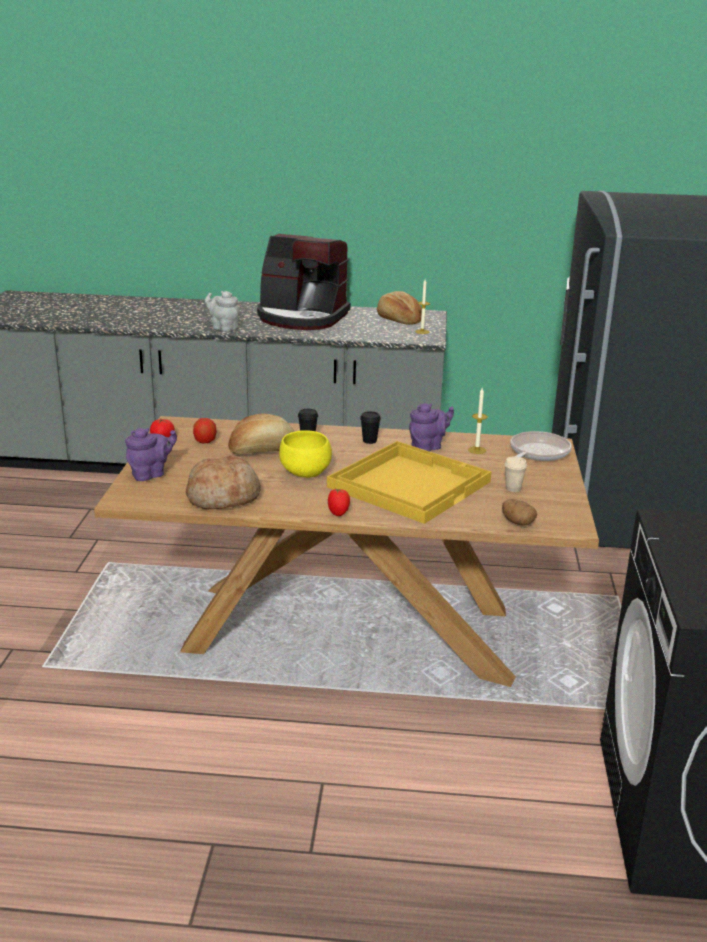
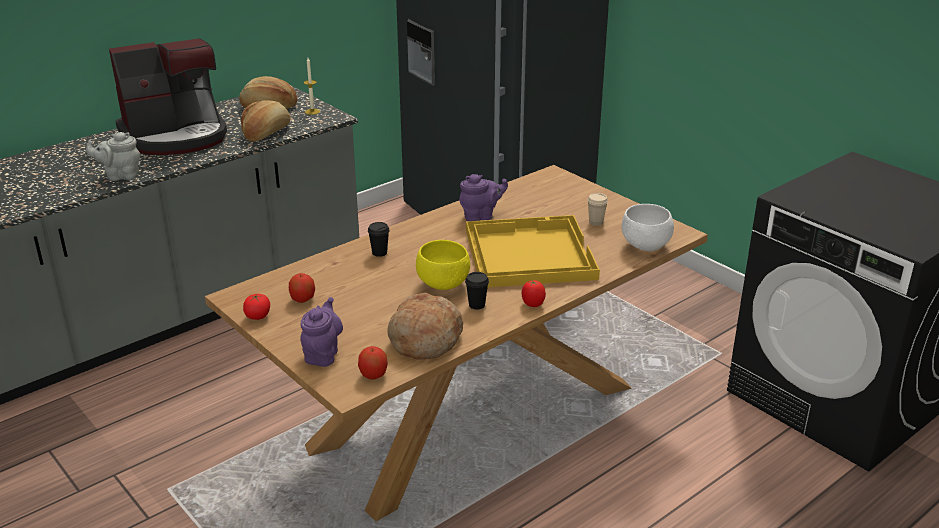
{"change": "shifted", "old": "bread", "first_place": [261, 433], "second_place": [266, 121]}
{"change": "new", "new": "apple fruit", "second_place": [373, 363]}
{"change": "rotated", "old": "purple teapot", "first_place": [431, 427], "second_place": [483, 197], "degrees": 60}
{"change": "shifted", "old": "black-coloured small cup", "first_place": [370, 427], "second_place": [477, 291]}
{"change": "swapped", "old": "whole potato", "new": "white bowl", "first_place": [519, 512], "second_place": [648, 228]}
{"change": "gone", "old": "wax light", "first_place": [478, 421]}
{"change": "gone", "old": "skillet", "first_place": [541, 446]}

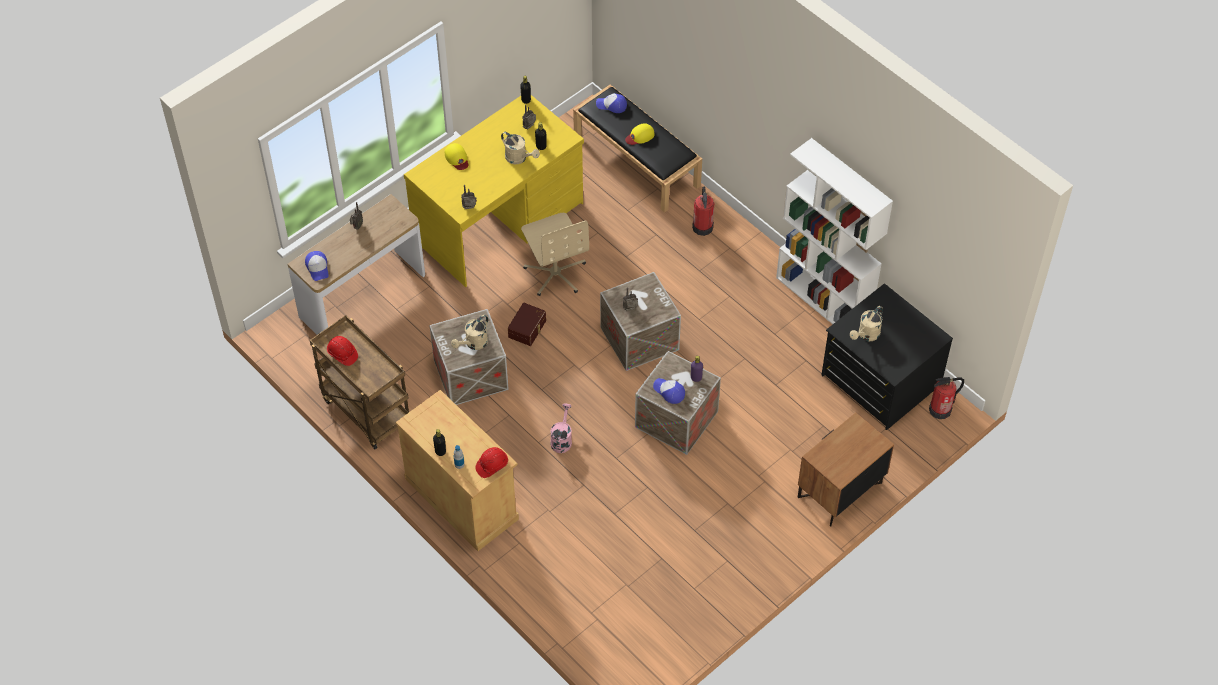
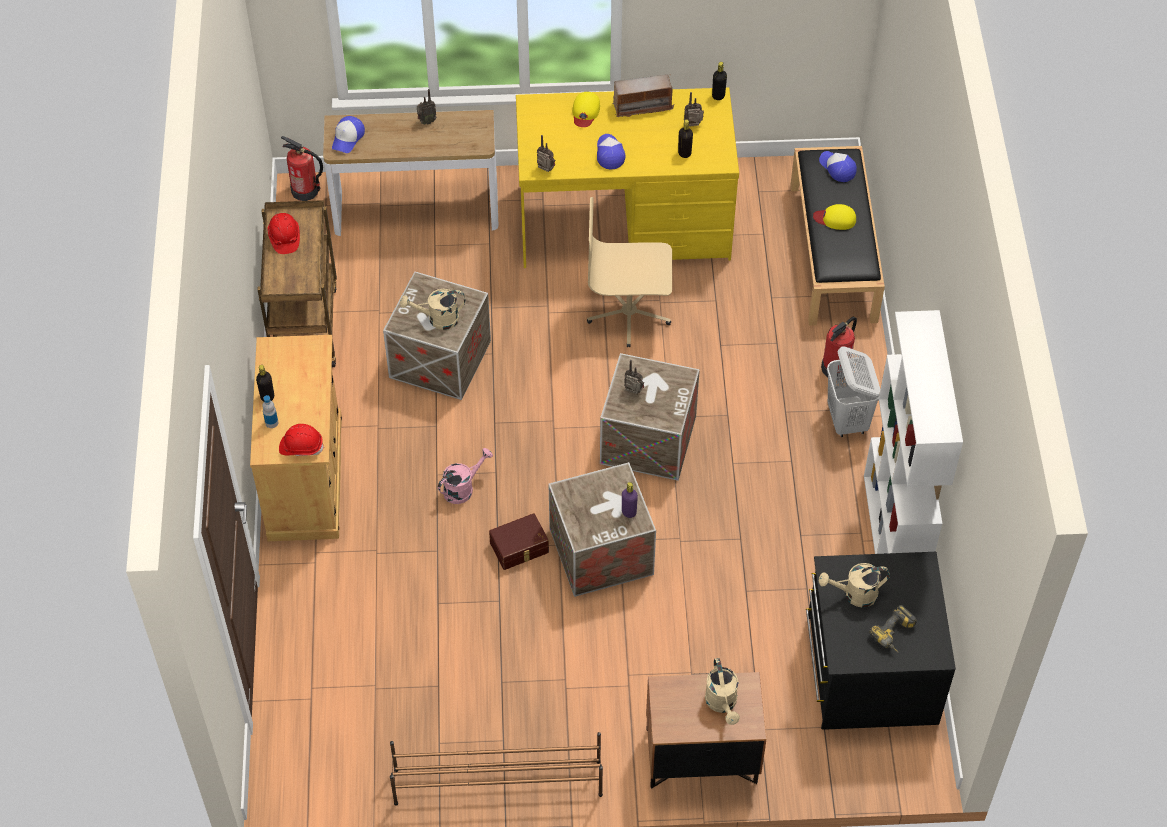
{"change": "shifted", "old": "extinguisher", "first_place": [946, 398], "second_place": [302, 168]}
{"change": "new", "new": "brown shoe shelf", "second_place": [496, 769]}
{"change": "shifted", "old": "brown storage box", "first_place": [527, 324], "second_place": [519, 541]}
{"change": "rotated", "old": "beige computer chair", "first_place": [555, 254], "second_place": [629, 272], "degrees": 75}
{"change": "shifted", "old": "baseball cap", "first_place": [669, 391], "second_place": [611, 151]}
{"change": "new", "new": "radio receiver", "second_place": [643, 96]}
{"change": "shifted", "old": "beige sprinkling can", "first_place": [520, 148], "second_place": [722, 691]}
{"change": "new", "new": "white hamper", "second_place": [853, 391]}
{"change": "new", "new": "power drill", "second_place": [893, 629]}

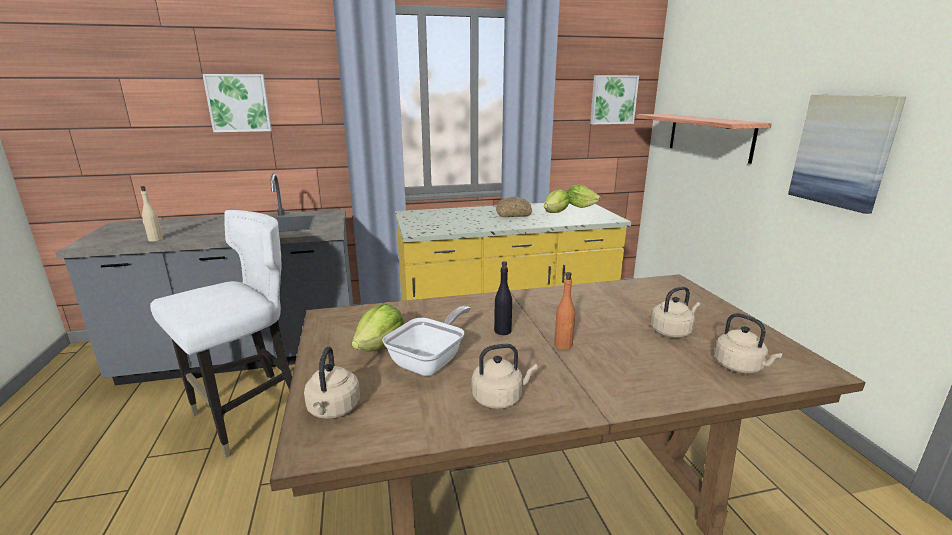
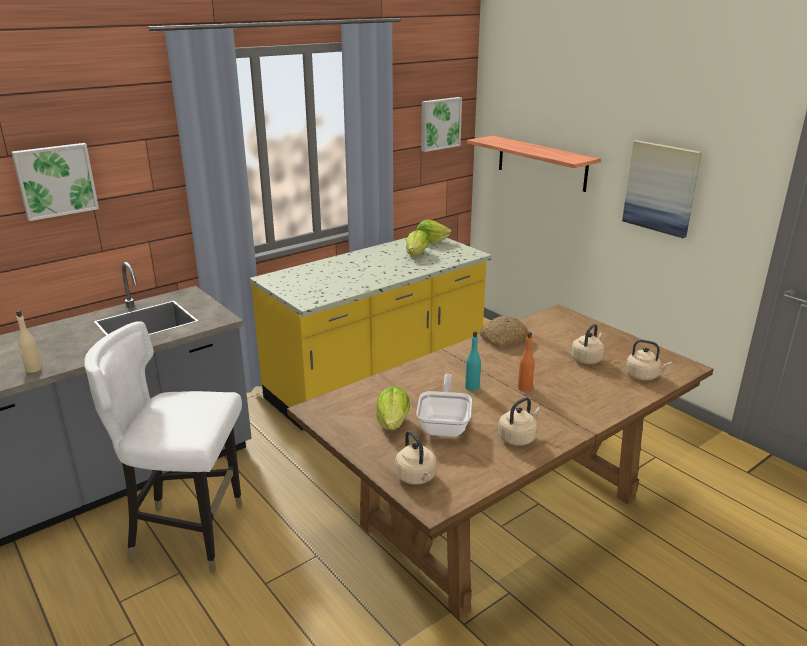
{"change": "rotated", "old": "white chair", "first_place": [221, 334], "second_place": [163, 447], "degrees": -105}
{"change": "repainted", "old": "black-coloured drink bottle", "new": "turquoise drink bottle", "first_place": [503, 298], "second_place": [473, 361]}
{"change": "shifted", "old": "bread", "first_place": [514, 207], "second_place": [504, 332]}

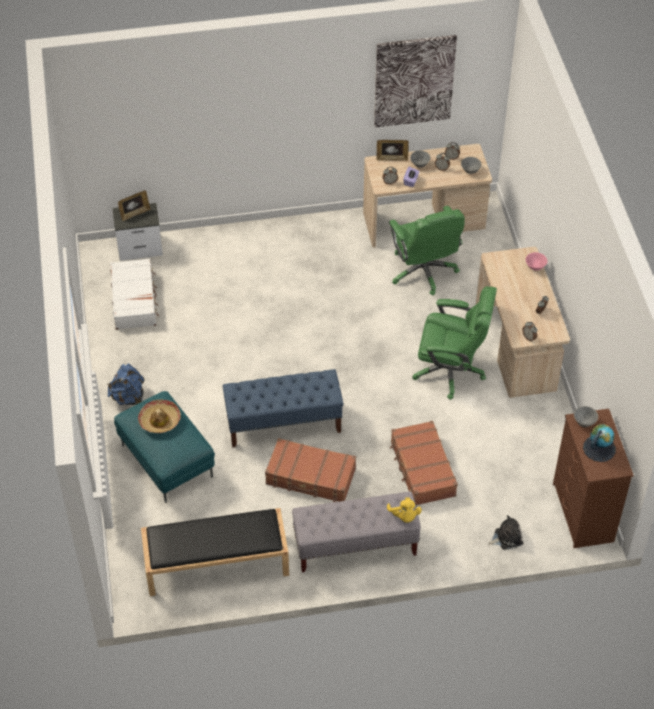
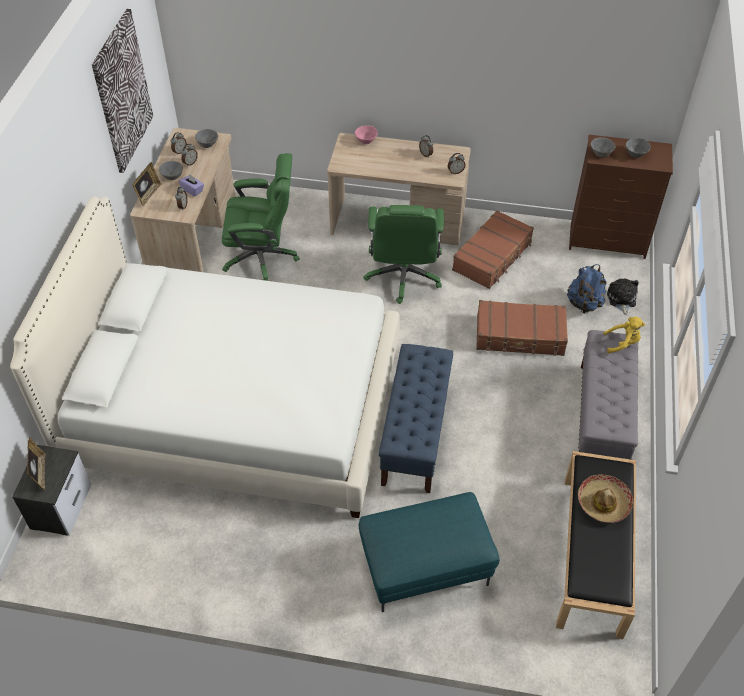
{"change": "new", "new": "white sleeping bed", "second_place": [205, 357]}
{"change": "rotated", "old": "green computer chair", "first_place": [454, 343], "second_place": [403, 254], "degrees": 150}
{"change": "shifted", "old": "brown piece of luggage", "first_place": [310, 470], "second_place": [493, 249]}
{"change": "shifted", "old": "blue backpack", "first_place": [126, 384], "second_place": [587, 289]}
{"change": "shifted", "old": "wearable hat", "first_place": [159, 416], "second_place": [605, 499]}
{"change": "swapped", "old": "world globe", "new": "grey bowl", "first_place": [599, 443], "second_place": [638, 148]}
{"change": "gone", "old": "white piece of luggage", "first_place": [134, 294]}

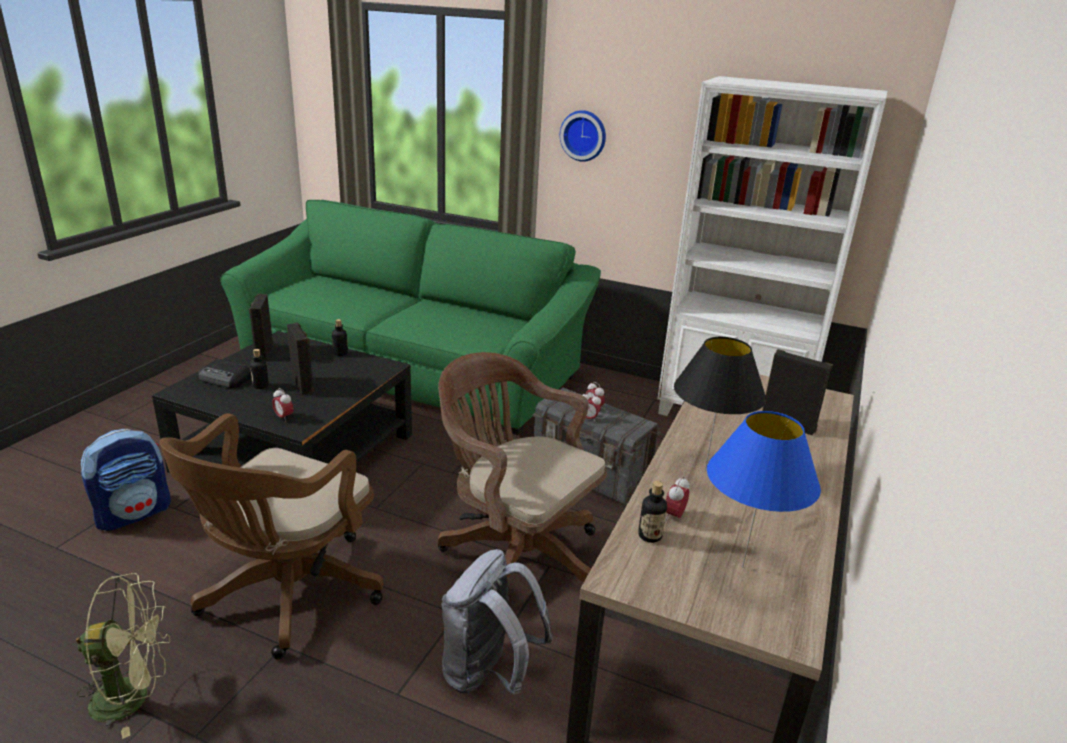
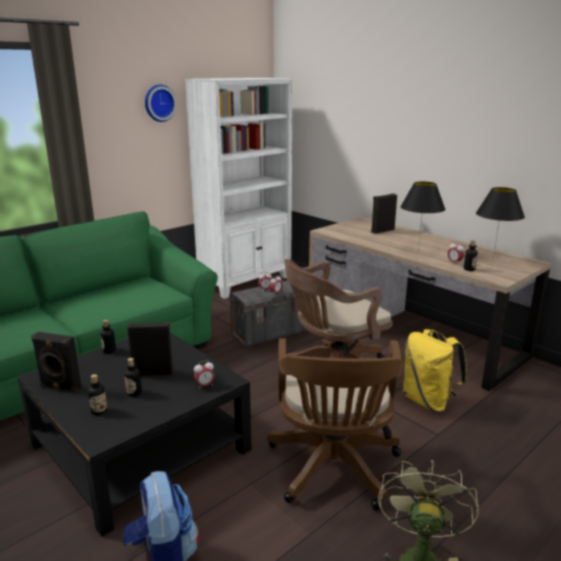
{"change": "swapped", "old": "radio receiver", "new": "drink bottle", "first_place": [224, 373], "second_place": [97, 394]}
{"change": "shifted", "old": "clock on the wall", "first_place": [583, 136], "second_place": [161, 103]}
{"change": "rotated", "old": "brown computer chair", "first_place": [271, 536], "second_place": [335, 424], "degrees": 45}
{"change": "repainted", "old": "grey backpack", "new": "yellowish backpack", "first_place": [497, 622], "second_place": [435, 370]}
{"change": "repainted", "old": "blue lamp for a table", "new": "black-coloured lamp for a table", "first_place": [764, 489], "second_place": [500, 223]}

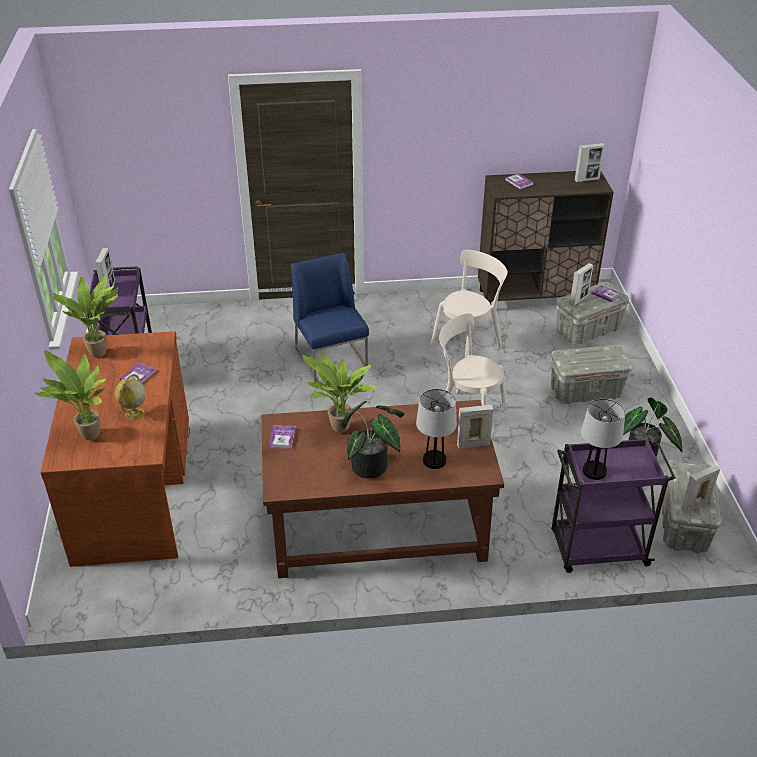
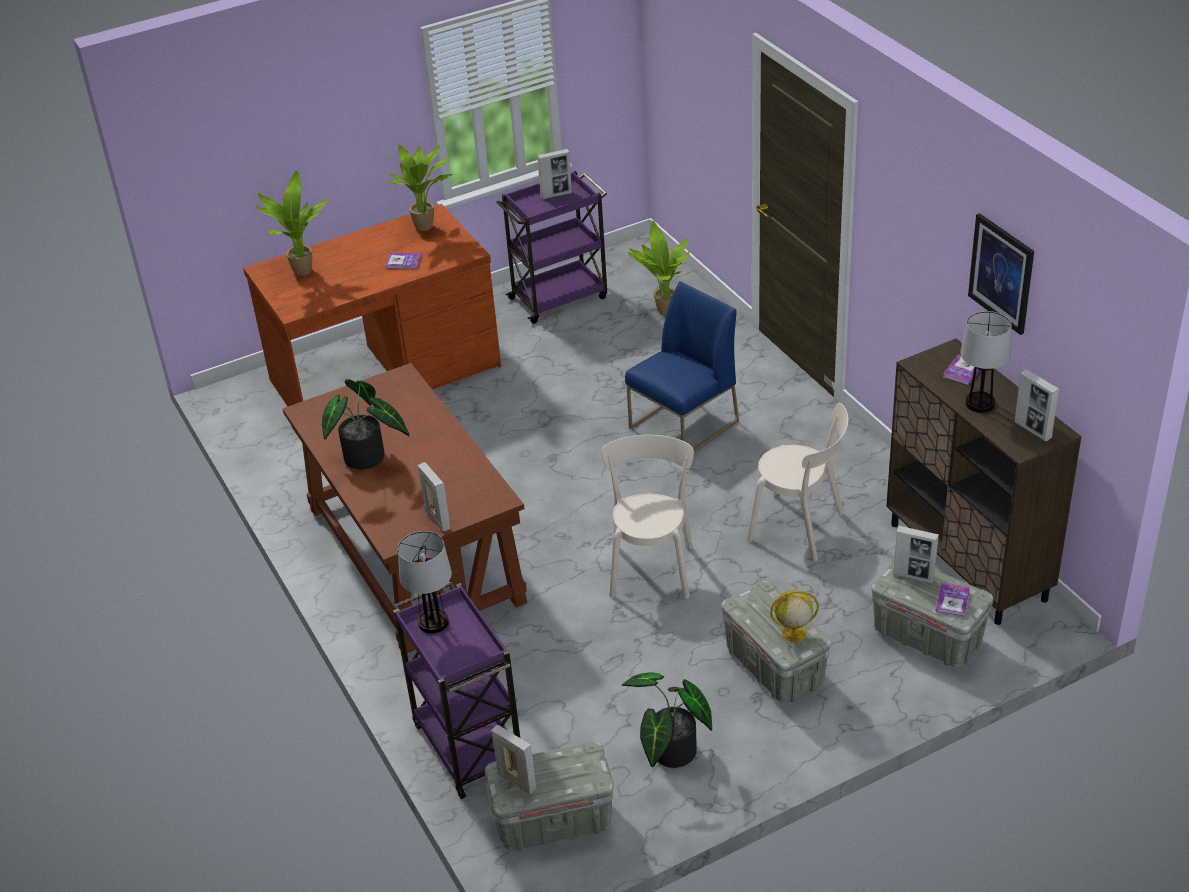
{"change": "shifted", "old": "houseplant", "first_place": [340, 392], "second_place": [659, 268]}
{"change": "shifted", "old": "world globe", "first_place": [130, 397], "second_place": [794, 616]}
{"change": "shifted", "old": "lamp for a table", "first_place": [436, 429], "second_place": [986, 362]}
{"change": "new", "new": "wall art", "second_place": [1001, 274]}
{"change": "gone", "old": "volume", "first_place": [282, 437]}

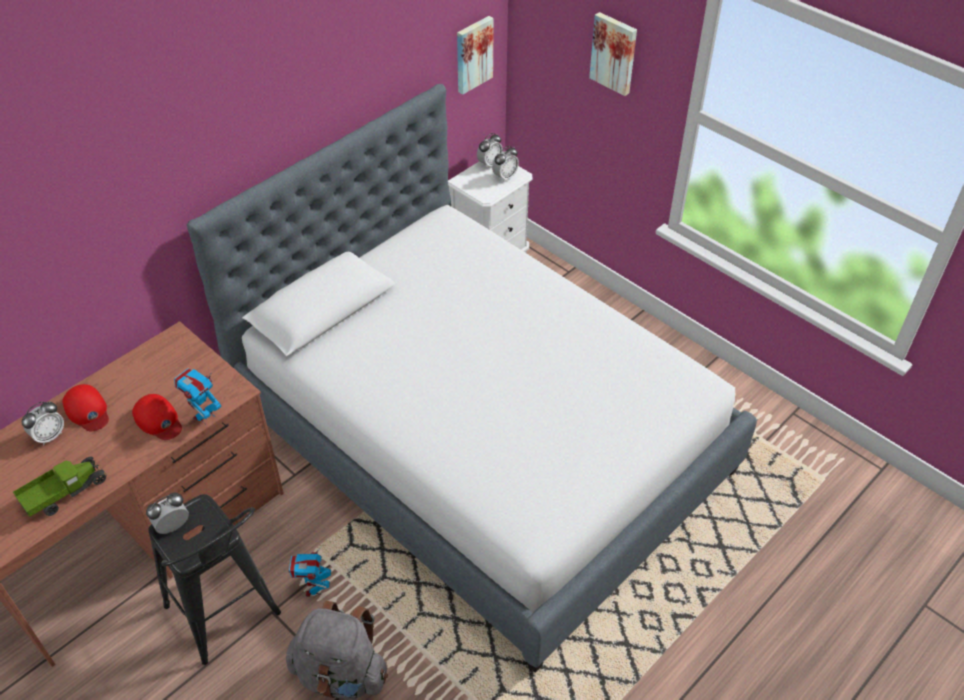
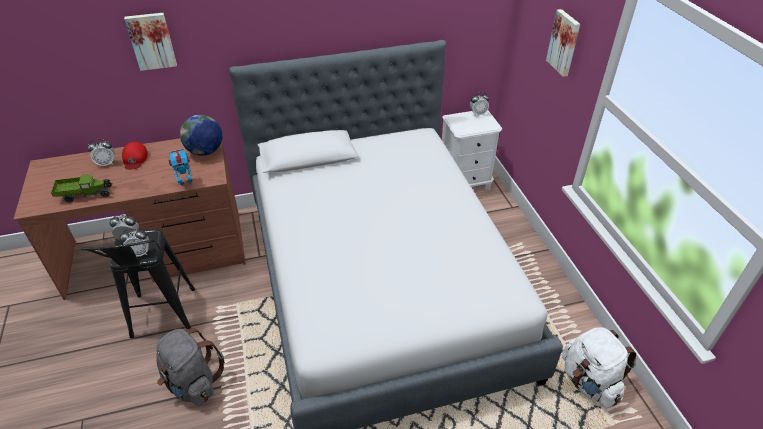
{"change": "shifted", "old": "alarm clock", "first_place": [505, 164], "second_place": [134, 243]}
{"change": "shifted", "old": "wall art", "first_place": [475, 55], "second_place": [150, 42]}
{"change": "new", "new": "world globe", "second_place": [201, 135]}
{"change": "new", "new": "white backpack", "second_place": [599, 367]}
{"change": "gone", "old": "red-coloured baseball cap", "first_place": [157, 417]}
{"change": "gone", "old": "robot figure", "first_place": [310, 571]}

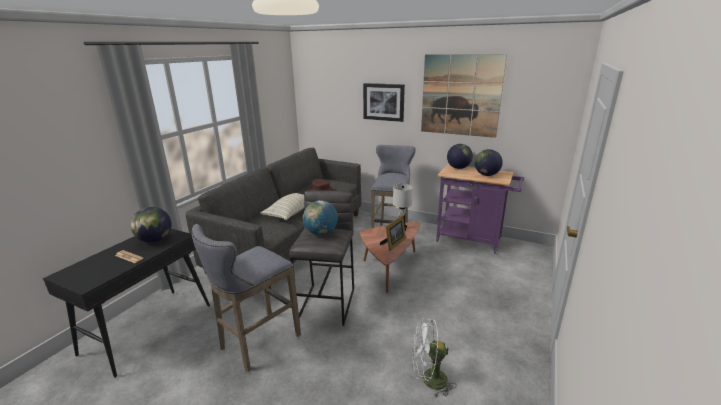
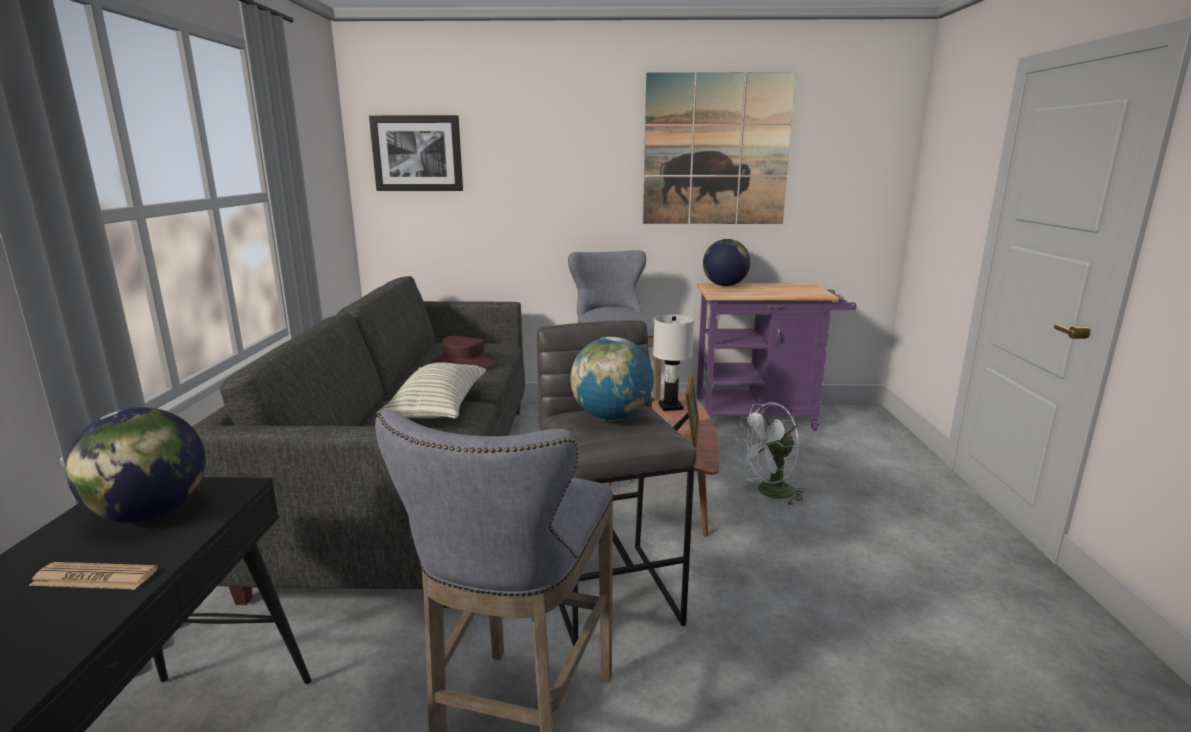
{"change": "shifted", "old": "wall art", "first_place": [384, 102], "second_place": [416, 153]}
{"change": "shifted", "old": "white cooling fan", "first_place": [434, 357], "second_place": [770, 453]}
{"change": "gone", "old": "world globe", "first_place": [489, 162]}

